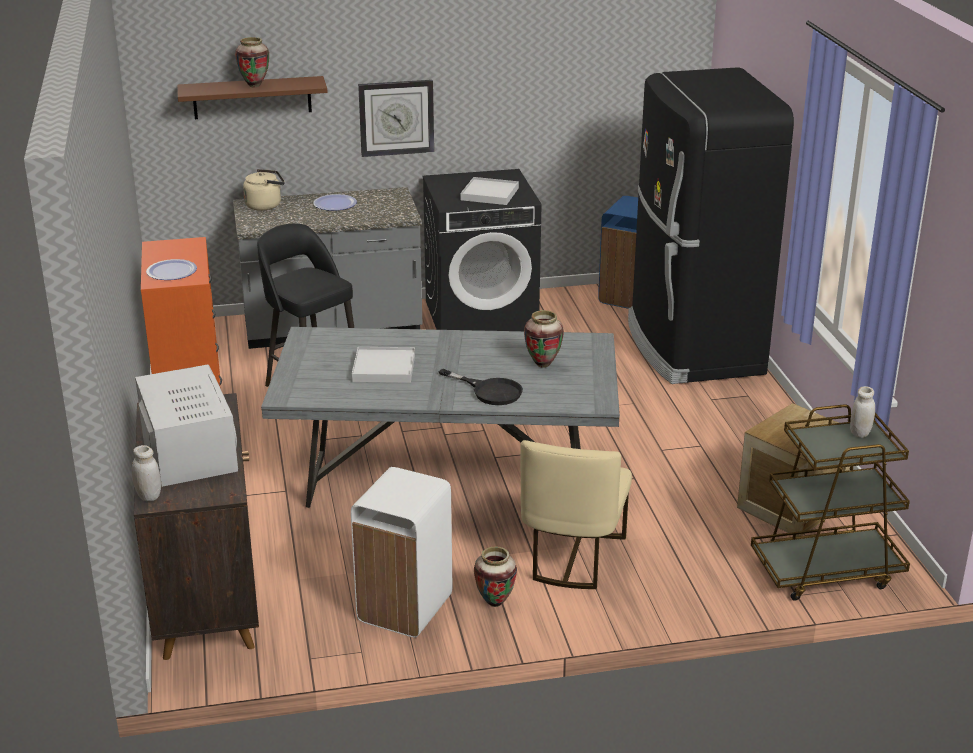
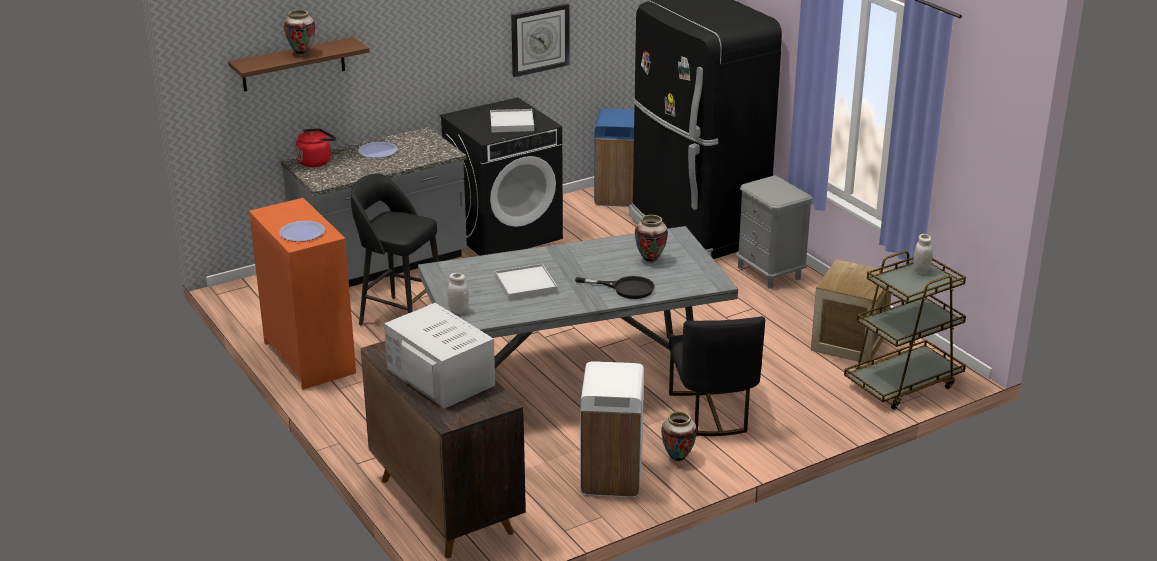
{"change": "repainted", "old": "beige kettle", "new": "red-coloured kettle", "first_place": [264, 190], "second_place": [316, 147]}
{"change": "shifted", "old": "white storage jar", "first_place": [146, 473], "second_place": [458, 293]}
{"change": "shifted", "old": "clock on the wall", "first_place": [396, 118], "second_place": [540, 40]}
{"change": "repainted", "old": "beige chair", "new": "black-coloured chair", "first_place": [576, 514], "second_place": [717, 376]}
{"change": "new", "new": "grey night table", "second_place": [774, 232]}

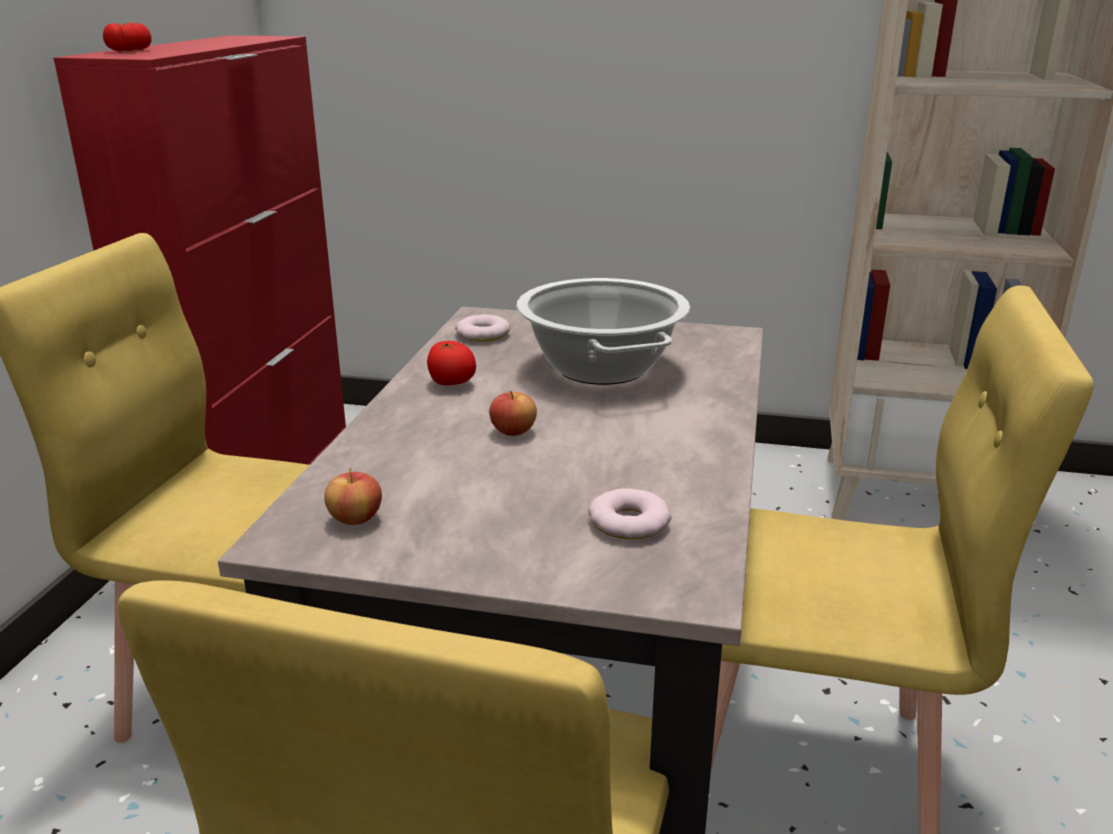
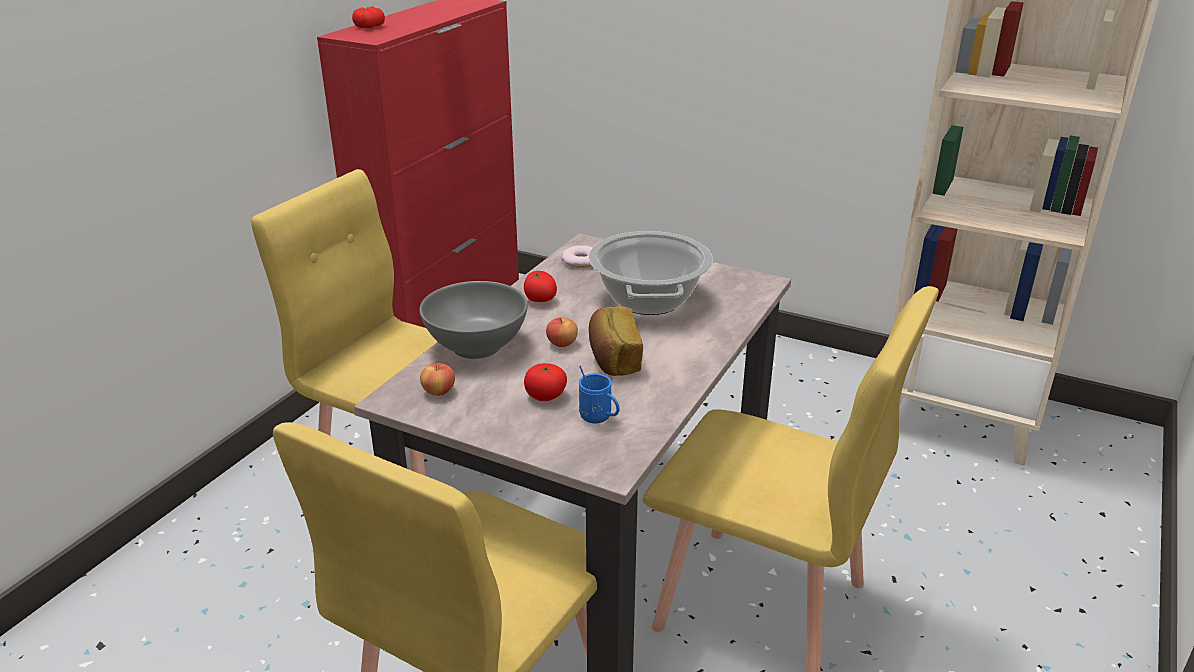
{"change": "new", "new": "grey bowl", "second_place": [473, 320]}
{"change": "new", "new": "tomato", "second_place": [545, 382]}
{"change": "swapped", "old": "donut", "new": "blue mug", "first_place": [629, 514], "second_place": [599, 394]}
{"change": "new", "new": "bread", "second_place": [616, 341]}

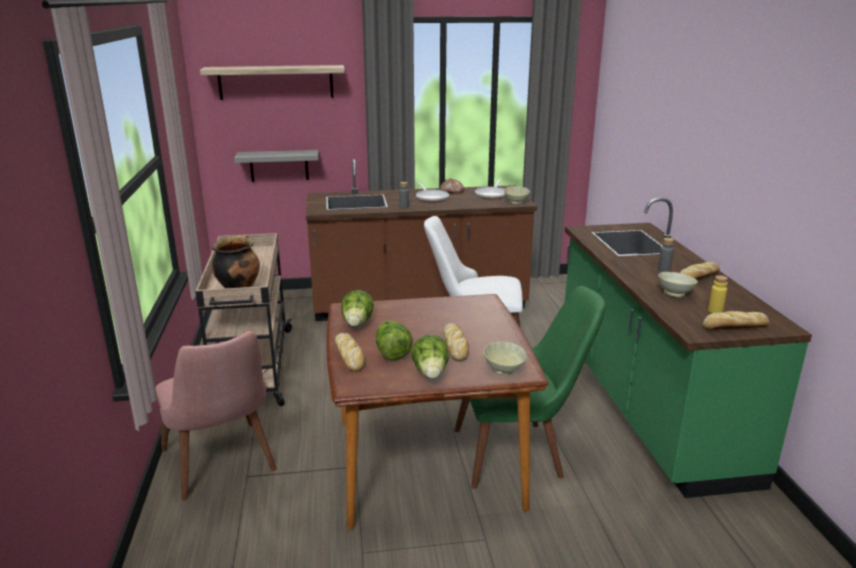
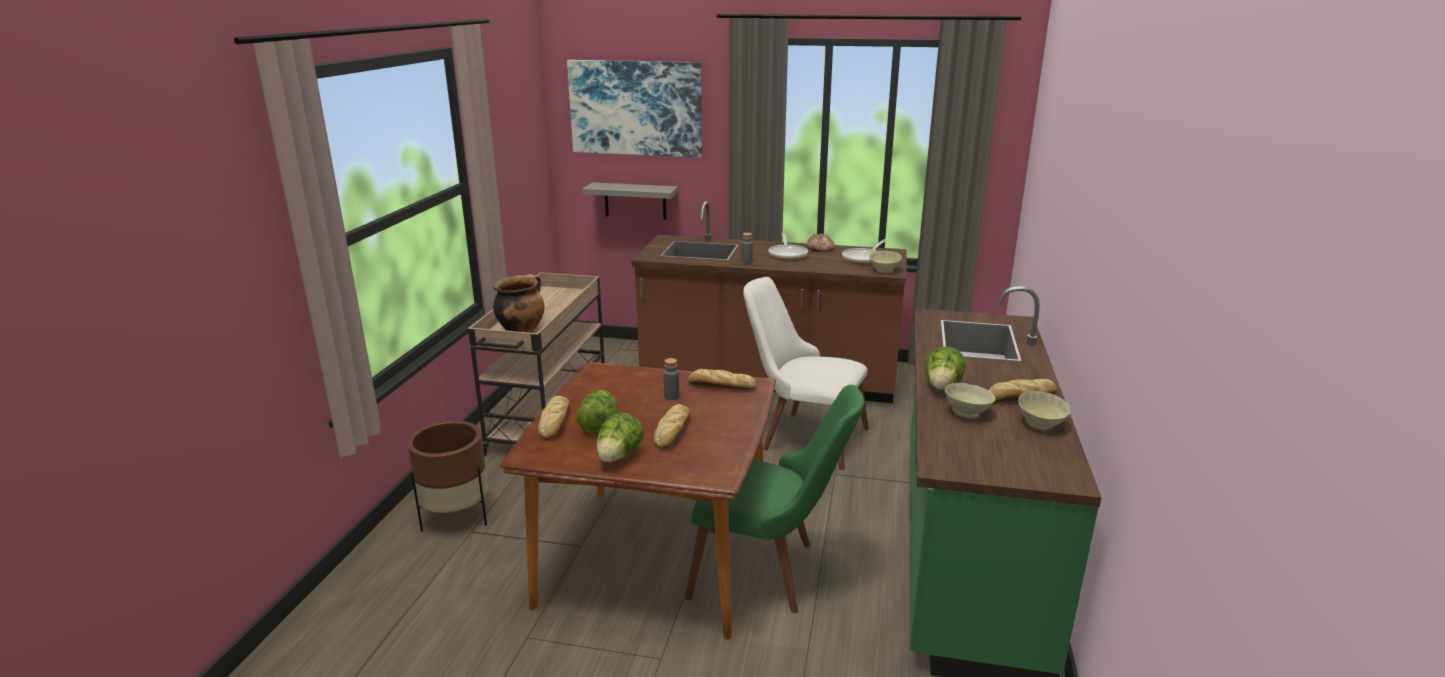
{"change": "swapped", "old": "pink-coloured chair", "new": "brown plant pot", "first_place": [216, 416], "second_place": [447, 476]}
{"change": "swapped", "old": "bracket shelf", "new": "wall art", "first_place": [272, 82], "second_place": [634, 108]}
{"change": "shifted", "old": "grey drink bottle", "first_place": [666, 254], "second_place": [671, 379]}
{"change": "shifted", "old": "bread", "first_place": [736, 320], "second_place": [722, 379]}
{"change": "shifted", "old": "head of lettuce", "first_place": [357, 308], "second_place": [945, 368]}
{"change": "shifted", "old": "beige bowl", "first_place": [505, 358], "second_place": [1044, 410]}
{"change": "gone", "old": "yellowish drink bottle", "first_place": [718, 294]}

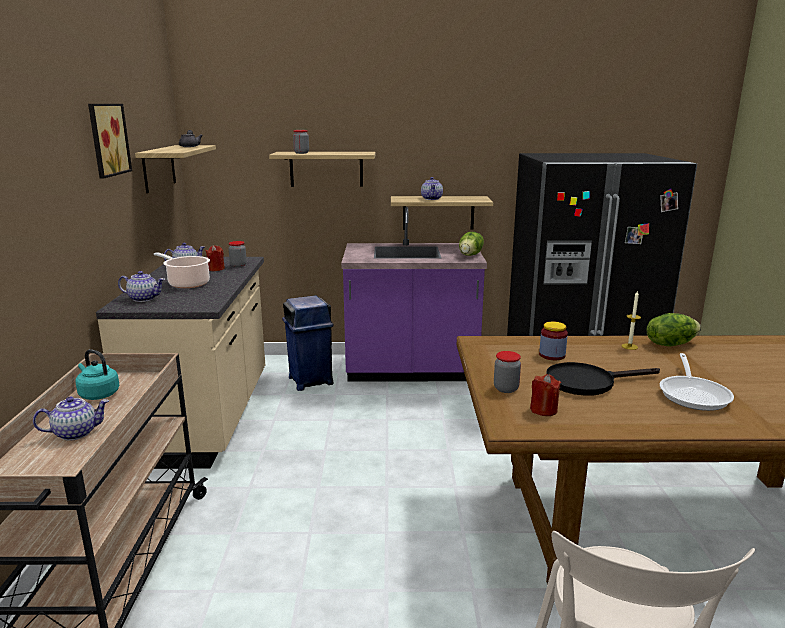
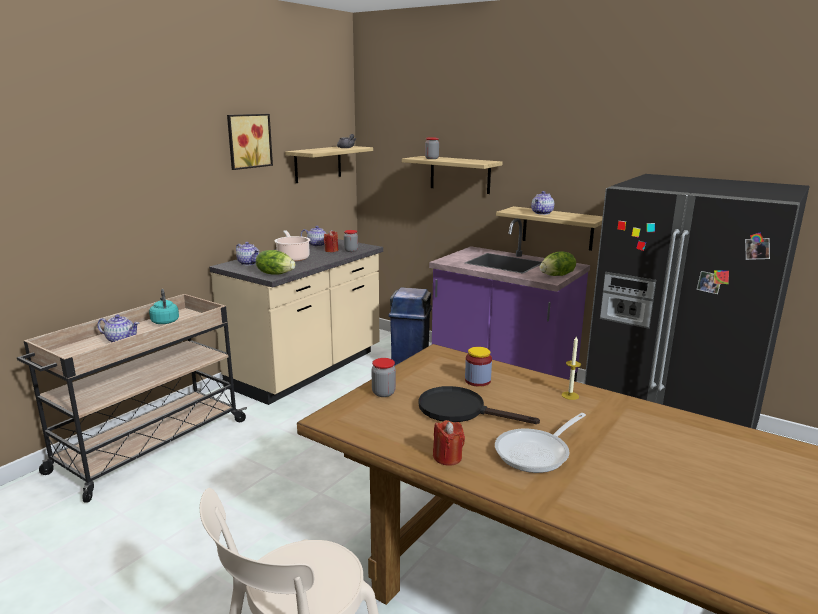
{"change": "shifted", "old": "head of lettuce", "first_place": [674, 330], "second_place": [275, 262]}
{"change": "shifted", "old": "red-coloured wax light", "first_place": [545, 395], "second_place": [449, 443]}

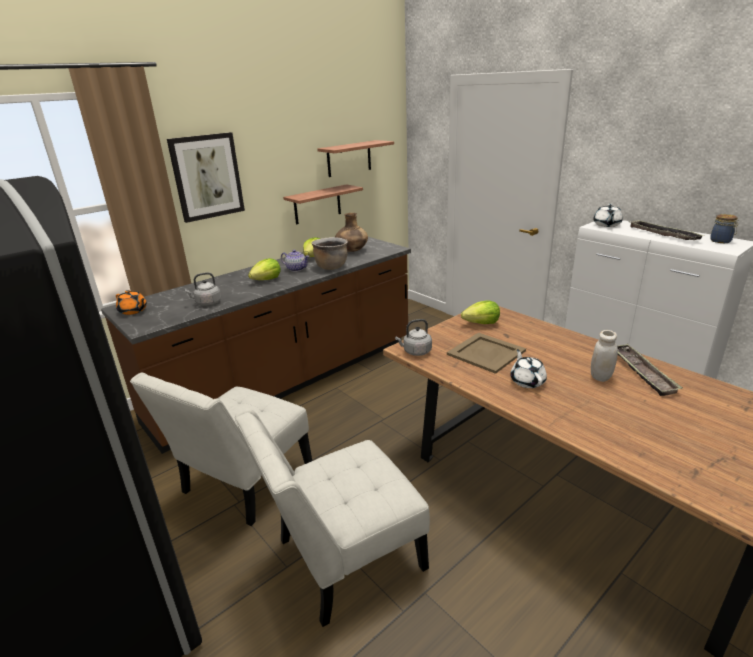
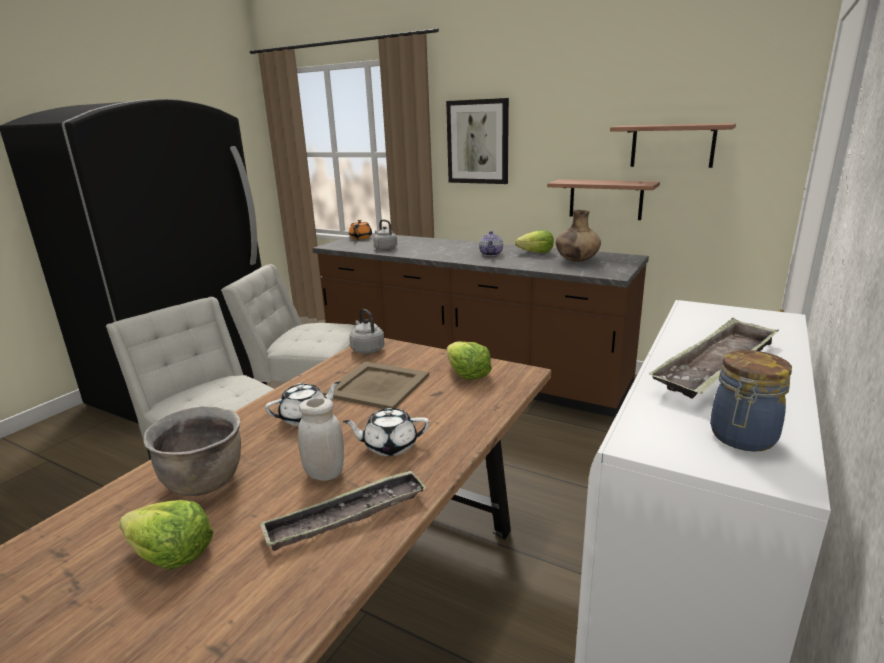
{"change": "shifted", "old": "head of lettuce", "first_place": [264, 269], "second_place": [165, 535]}
{"change": "shifted", "old": "brown stockpot", "first_place": [329, 253], "second_place": [192, 451]}
{"change": "shifted", "old": "white teapot", "first_place": [608, 215], "second_place": [386, 432]}

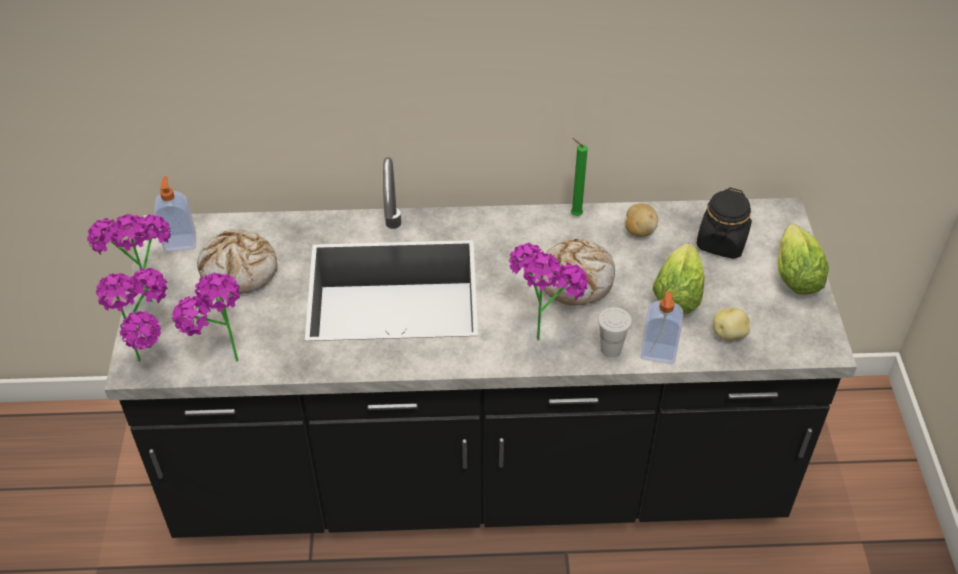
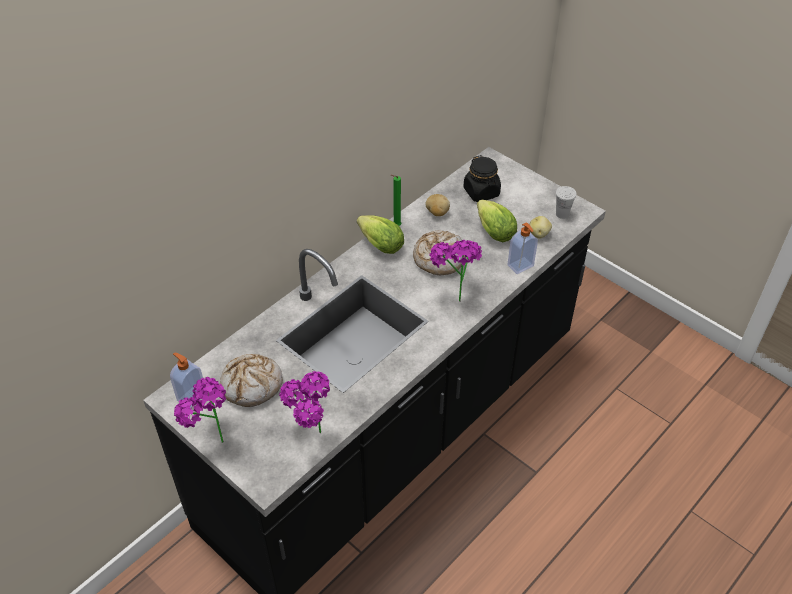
{"change": "shifted", "old": "head of lettuce", "first_place": [803, 259], "second_place": [380, 234]}
{"change": "shifted", "old": "white small cup", "first_place": [615, 332], "second_place": [566, 202]}
{"change": "gone", "old": "houseplant", "first_place": [132, 315]}

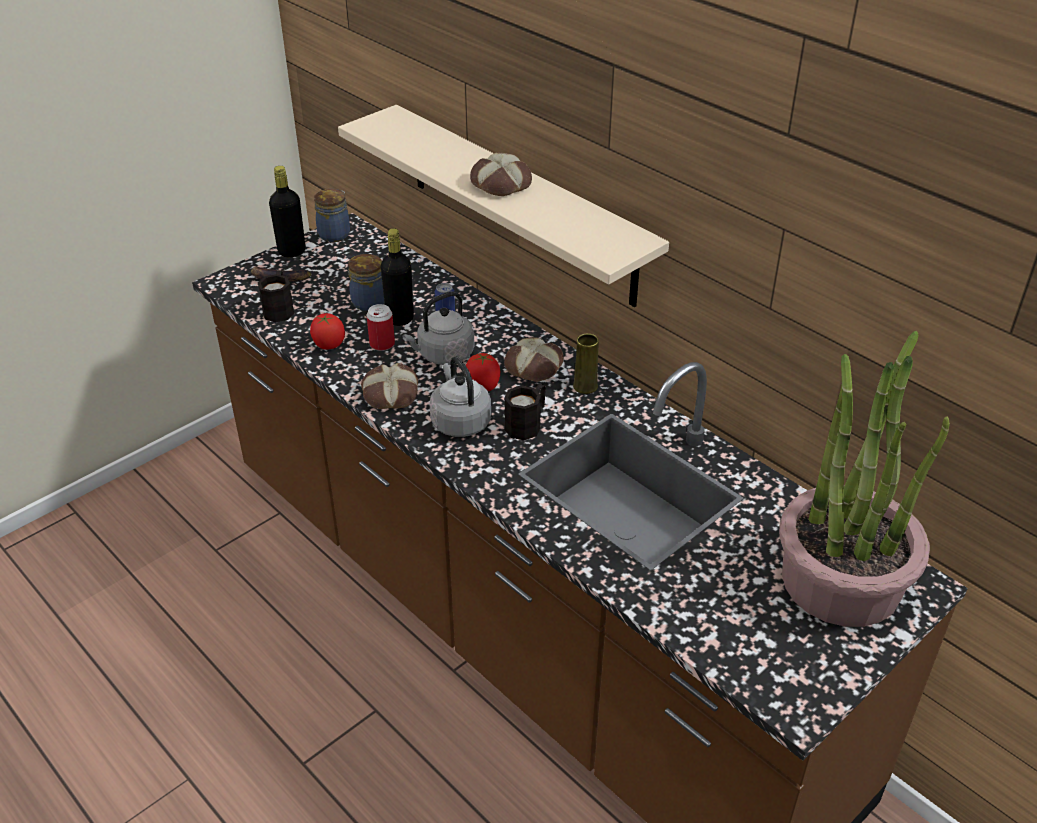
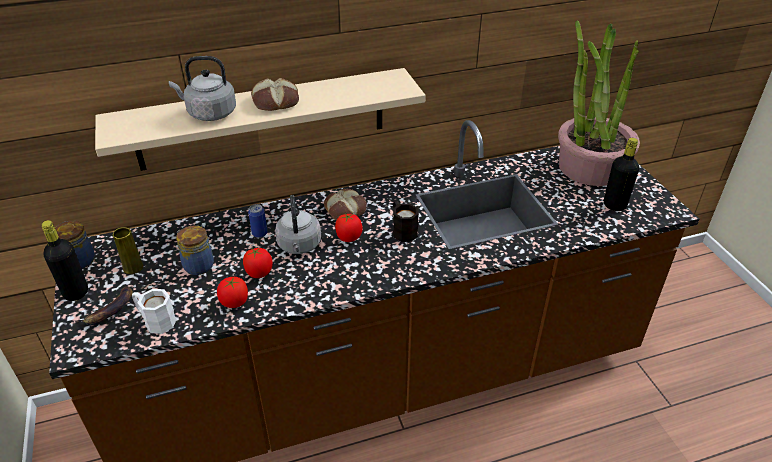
{"change": "shifted", "old": "yellowish decorative vase", "first_place": [586, 364], "second_place": [128, 250]}
{"change": "repainted", "old": "black-coloured mug", "new": "white mug", "first_place": [276, 296], "second_place": [154, 311]}
{"change": "shifted", "old": "grey kettle", "first_place": [460, 396], "second_place": [202, 88]}
{"change": "swapped", "old": "metal can", "new": "tomato", "first_place": [381, 327], "second_place": [258, 262]}
{"change": "shifted", "old": "black-coloured drink bottle", "first_place": [397, 277], "second_place": [621, 174]}
{"change": "gone", "old": "bread", "first_place": [389, 386]}

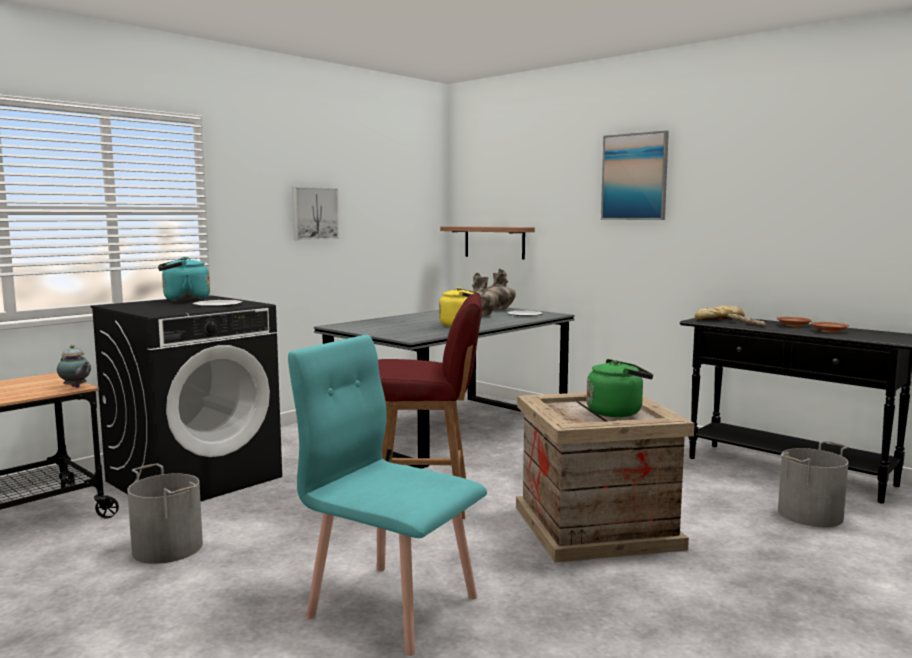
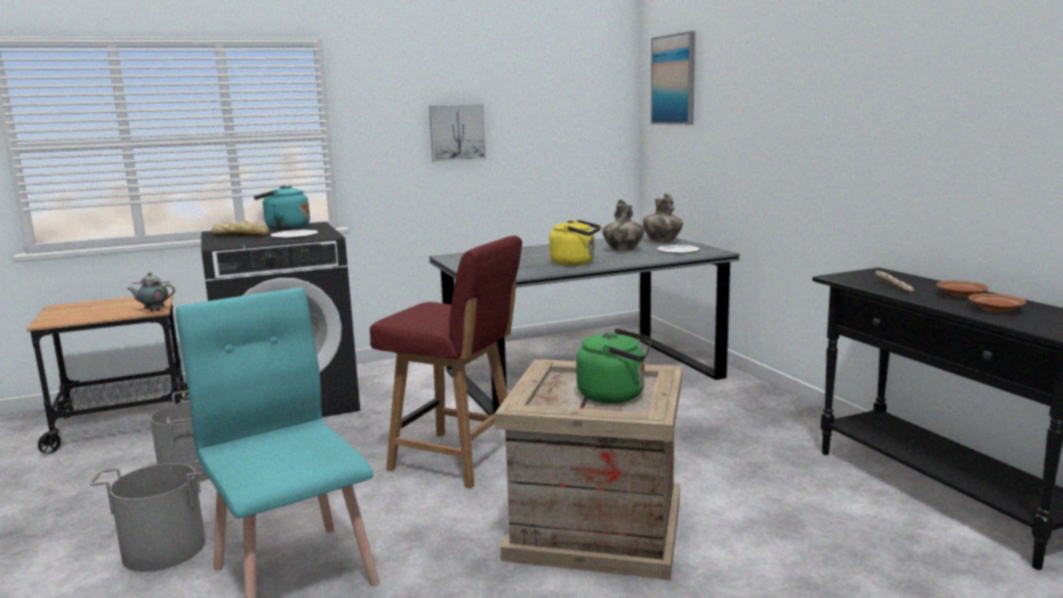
{"change": "shifted", "old": "grey pail", "first_place": [813, 484], "second_place": [148, 516]}
{"change": "rotated", "old": "teapot", "first_place": [74, 366], "second_place": [151, 291], "degrees": 120}
{"change": "shifted", "old": "bread", "first_place": [719, 313], "second_place": [240, 229]}
{"change": "shifted", "old": "wall art", "first_place": [635, 175], "second_place": [673, 78]}
{"change": "gone", "old": "bracket shelf", "first_place": [487, 243]}

